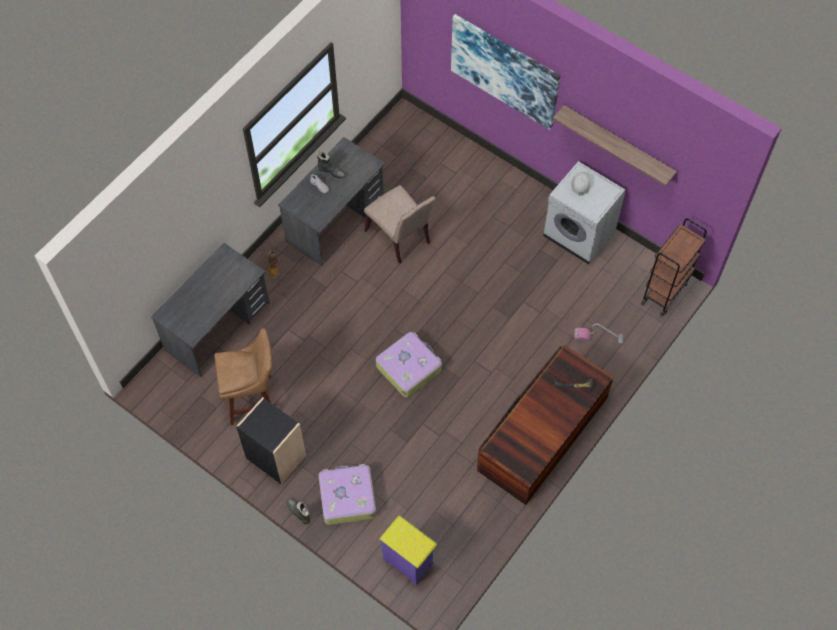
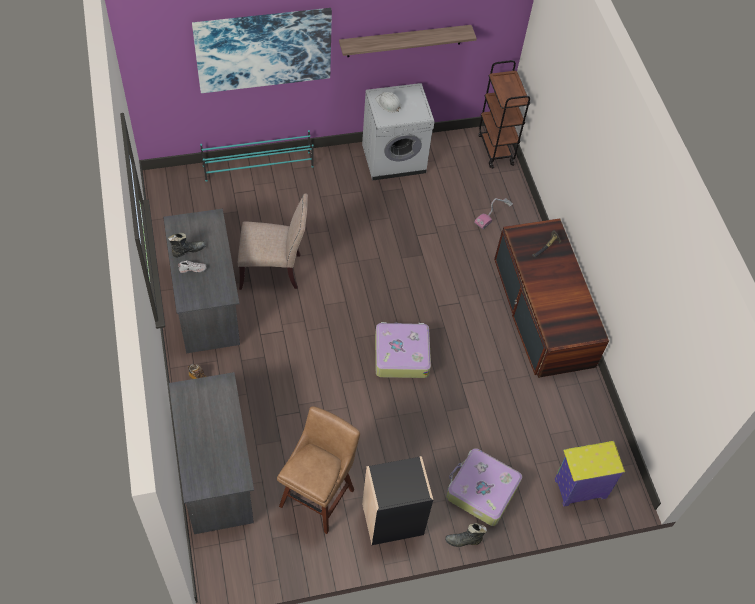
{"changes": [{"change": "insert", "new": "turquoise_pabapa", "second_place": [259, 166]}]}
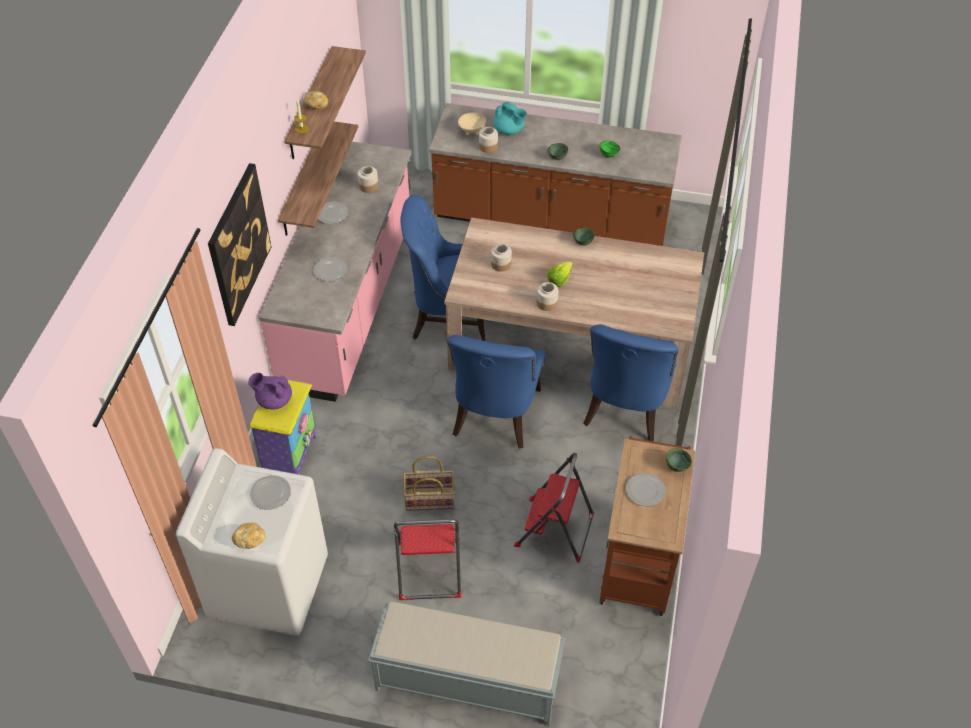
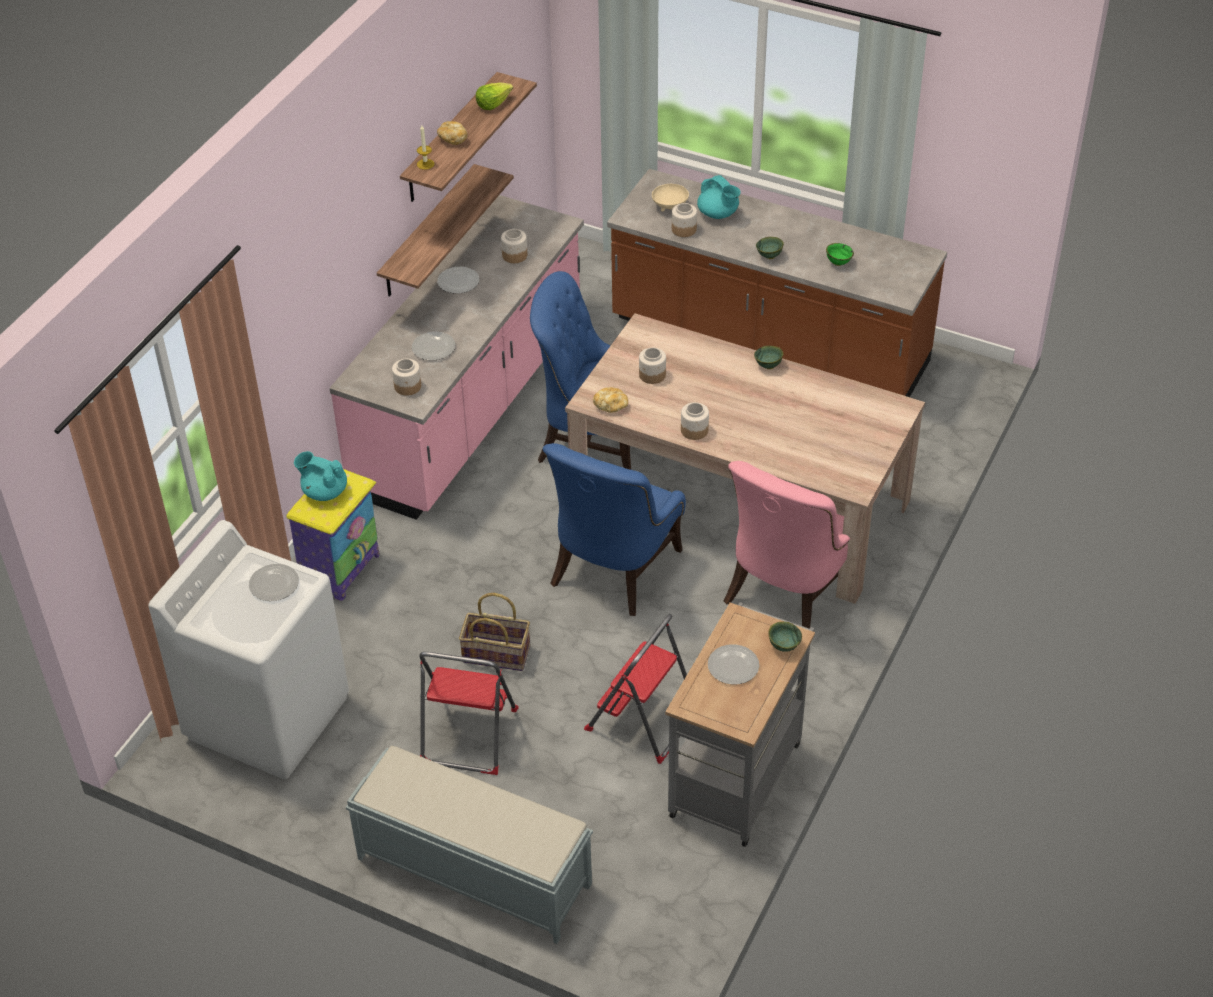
{"changes": [{"change": "delete", "old": "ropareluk", "first_place": [238, 244]}, {"change": "move", "old": "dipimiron", "first_place": [559, 279], "second_place": [493, 103]}, {"change": "recolor", "old": "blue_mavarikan", "new": "pink_mavarikan", "first_place": [626, 406], "second_place": [788, 589]}, {"change": "recolor", "old": "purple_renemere", "new": "turquoise_renemere", "first_place": [274, 400], "second_place": [324, 491]}, {"change": "recolor", "old": "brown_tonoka", "new": "grey_tonoka", "first_place": [638, 561], "second_place": [738, 777]}, {"change": "move", "old": "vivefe", "first_place": [250, 539], "second_place": [611, 406]}, {"change": "insert", "new": "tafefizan", "second_place": [408, 386]}]}
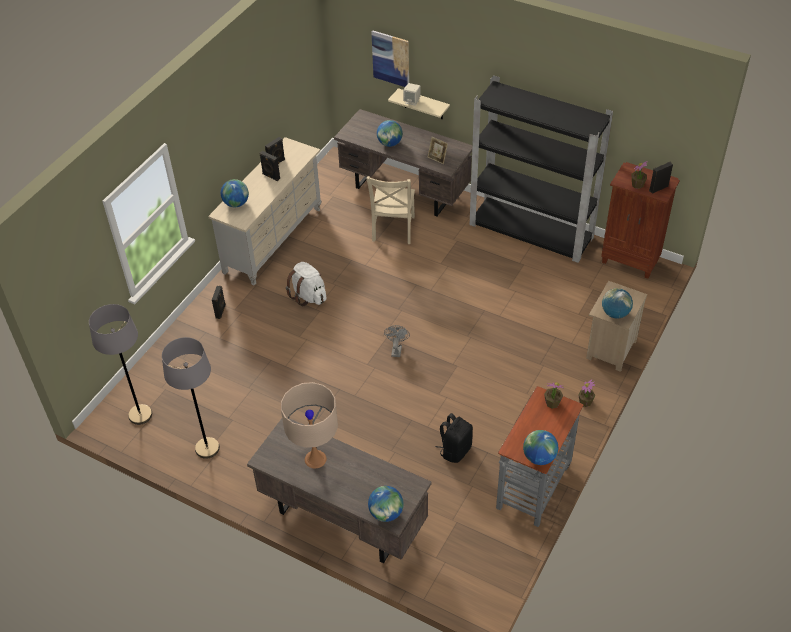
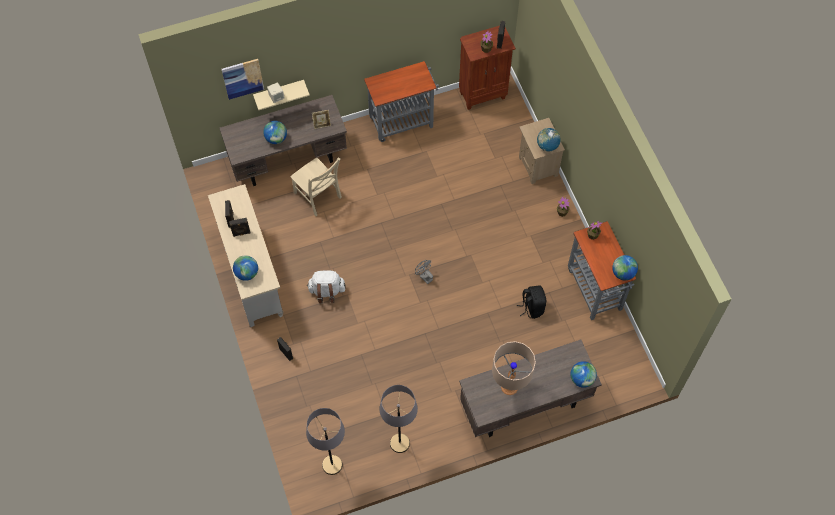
{"changes": [{"change": "replace", "old": "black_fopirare", "new": "grey_tonoka", "first_place": [531, 231], "second_place": [402, 122]}]}
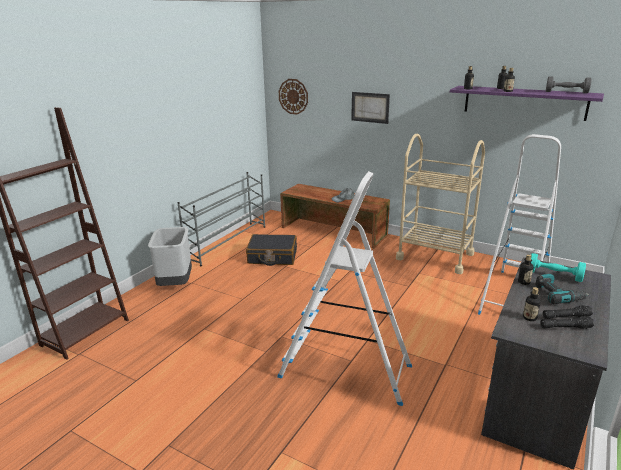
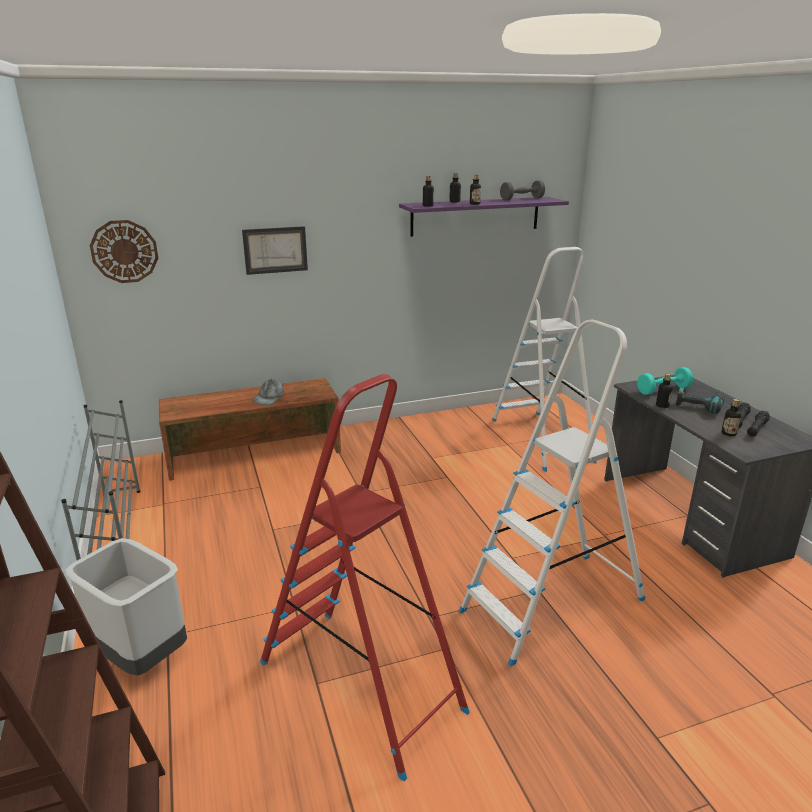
{"changes": [{"change": "delete", "old": "beige_tonoka", "first_place": [435, 256]}, {"change": "delete", "old": "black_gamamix", "first_place": [272, 257]}, {"change": "insert", "new": "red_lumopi", "second_place": [358, 685]}]}
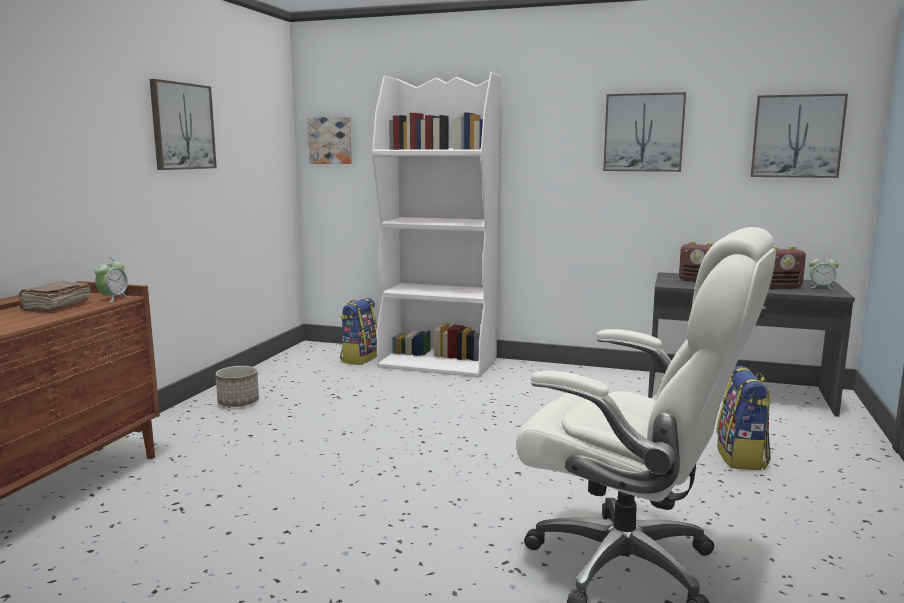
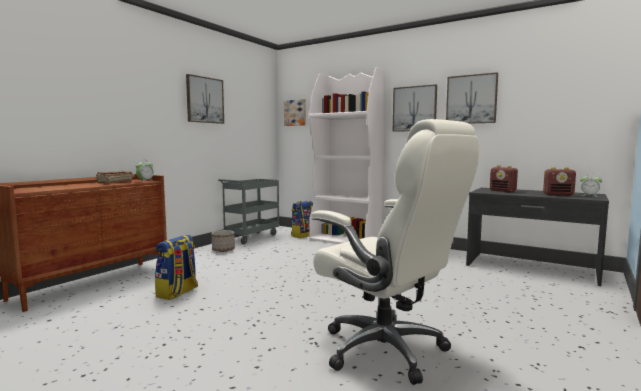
{"changes": [{"change": "move", "old": "ropareluk", "first_place": [797, 136], "second_place": [414, 109]}, {"change": "move", "old": "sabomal", "first_place": [742, 457], "second_place": [178, 293]}, {"change": "insert", "new": "grey_tonoka", "second_place": [251, 238]}]}
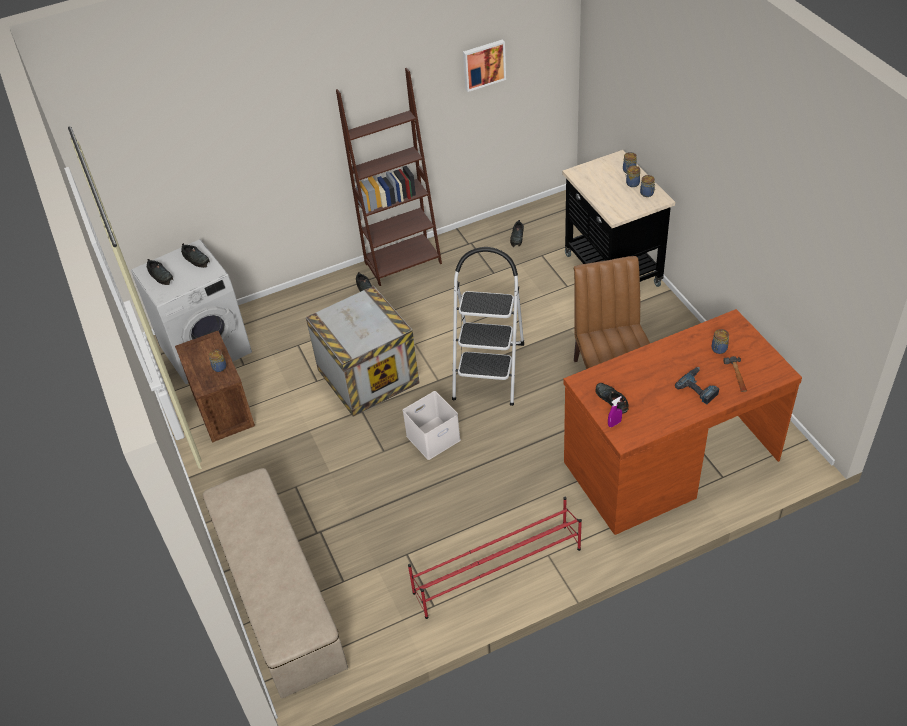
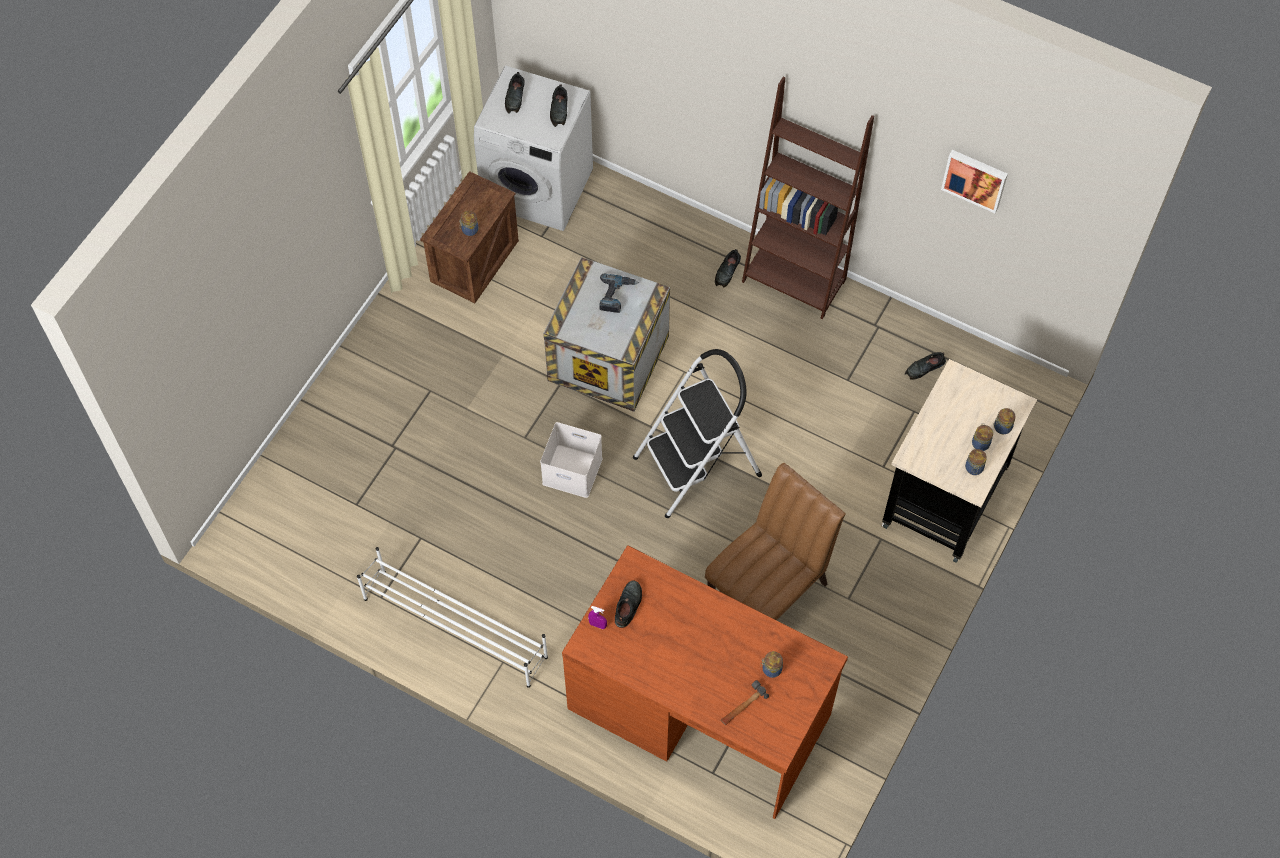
{"changes": [{"change": "move", "old": "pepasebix", "first_place": [699, 388], "second_place": [616, 295]}, {"change": "delete", "old": "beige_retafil", "first_place": [277, 593]}, {"change": "recolor", "old": "red_pabapa", "new": "white_pabapa", "first_place": [496, 570], "second_place": [454, 627]}]}
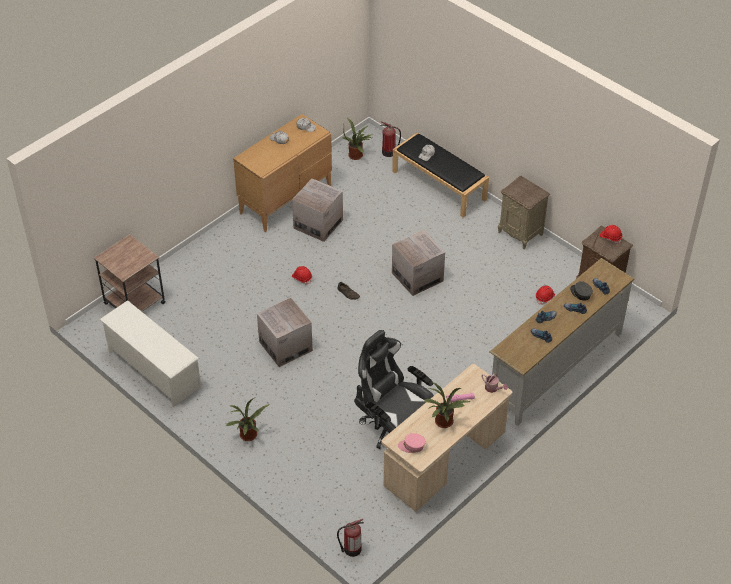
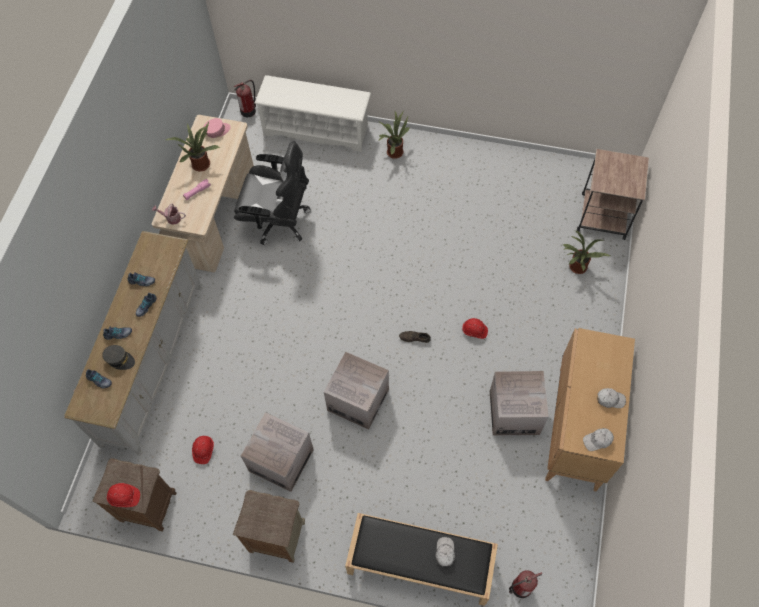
{"changes": [{"change": "move", "old": "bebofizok", "first_place": [357, 155], "second_place": [577, 268]}, {"change": "move", "old": "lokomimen", "first_place": [285, 346], "second_place": [281, 460]}, {"change": "move", "old": "white_pabapa", "first_place": [153, 369], "second_place": [316, 130]}]}
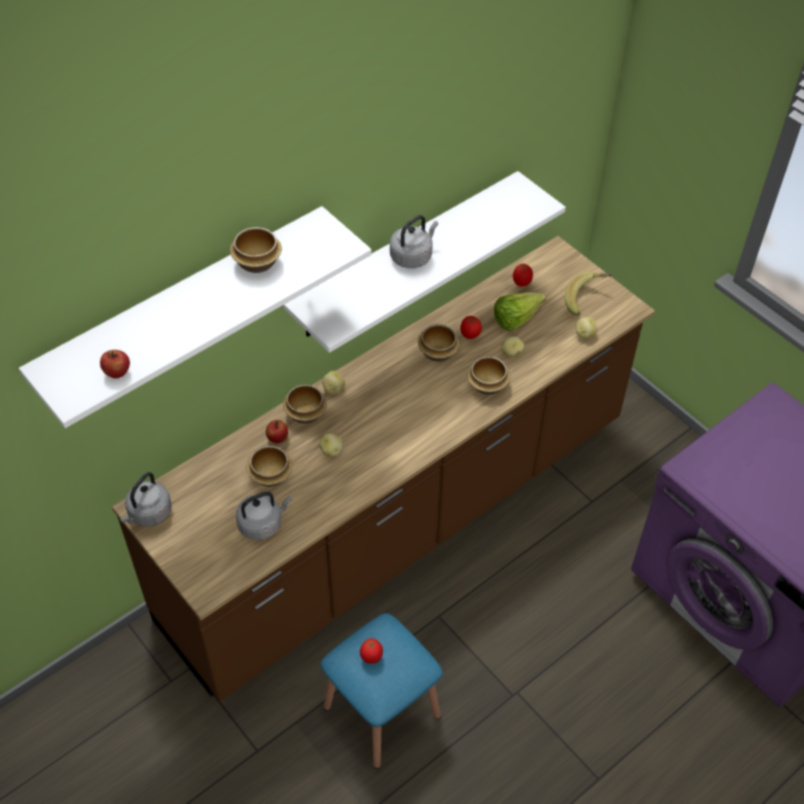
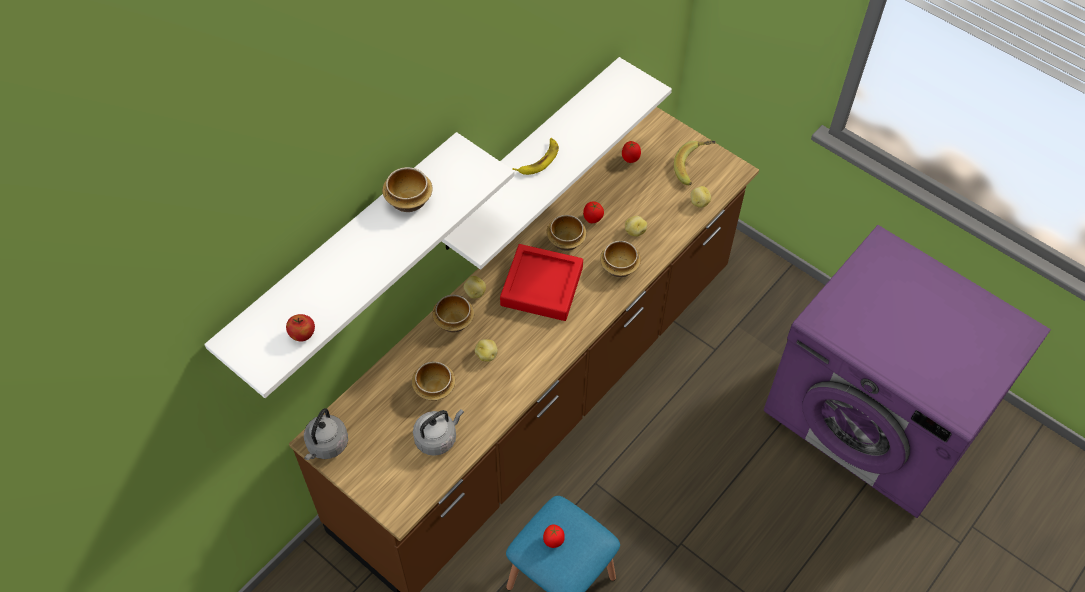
{"changes": [{"change": "replace", "old": "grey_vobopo", "new": "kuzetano", "first_place": [412, 256], "second_place": [539, 160]}, {"change": "delete", "old": "dipimiron", "first_place": [520, 318]}, {"change": "delete", "old": "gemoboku", "first_place": [277, 438]}, {"change": "insert", "new": "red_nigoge", "second_place": [542, 286]}]}
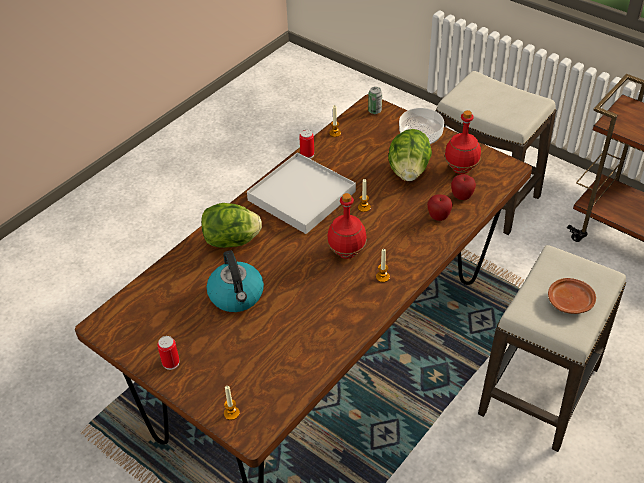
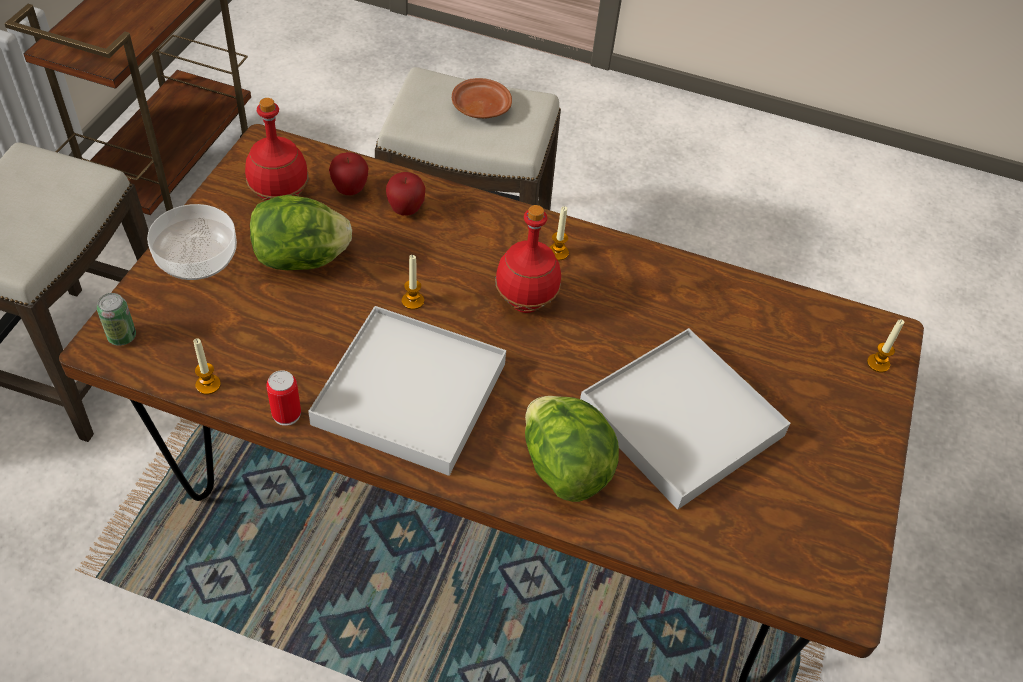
{"changes": [{"change": "replace", "old": "vobopo", "new": "white_nigoge", "first_place": [237, 296], "second_place": [680, 420]}, {"change": "delete", "old": "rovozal", "first_place": [171, 363]}]}
